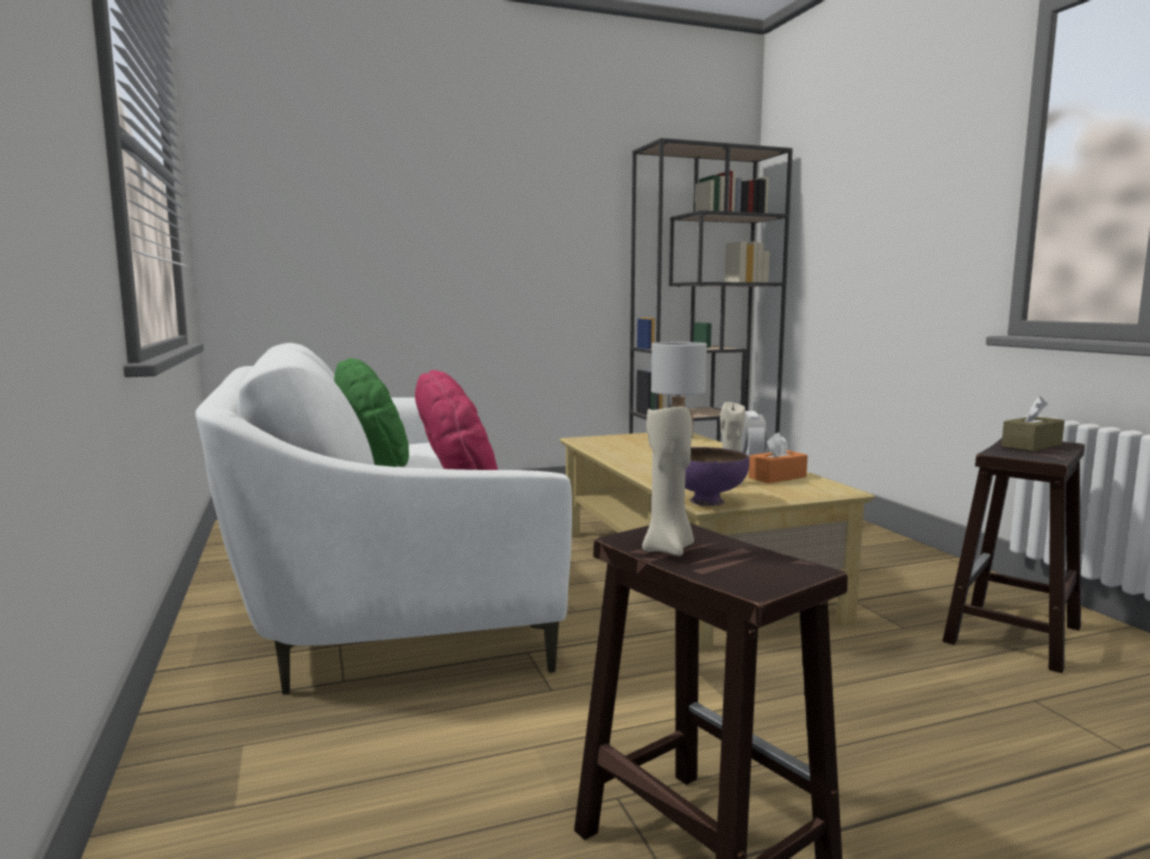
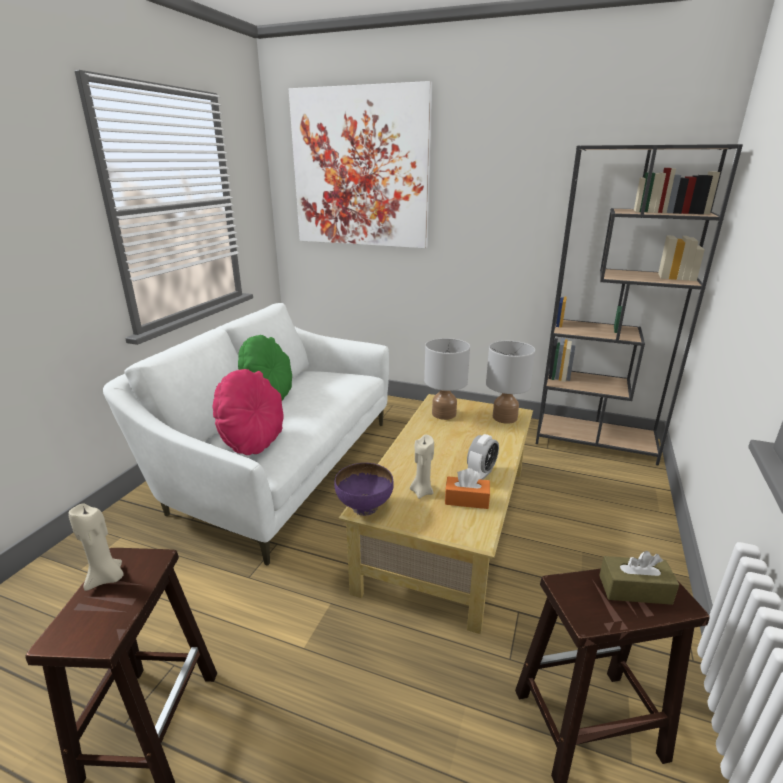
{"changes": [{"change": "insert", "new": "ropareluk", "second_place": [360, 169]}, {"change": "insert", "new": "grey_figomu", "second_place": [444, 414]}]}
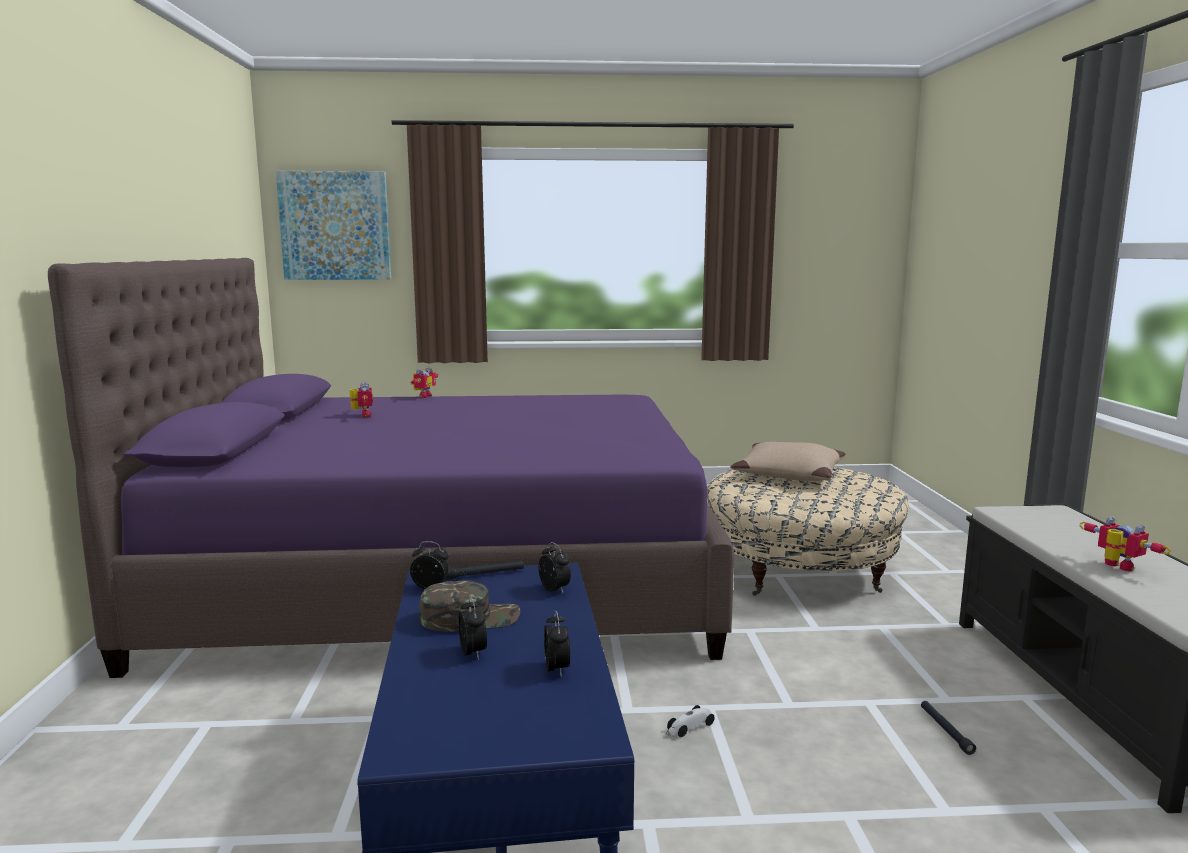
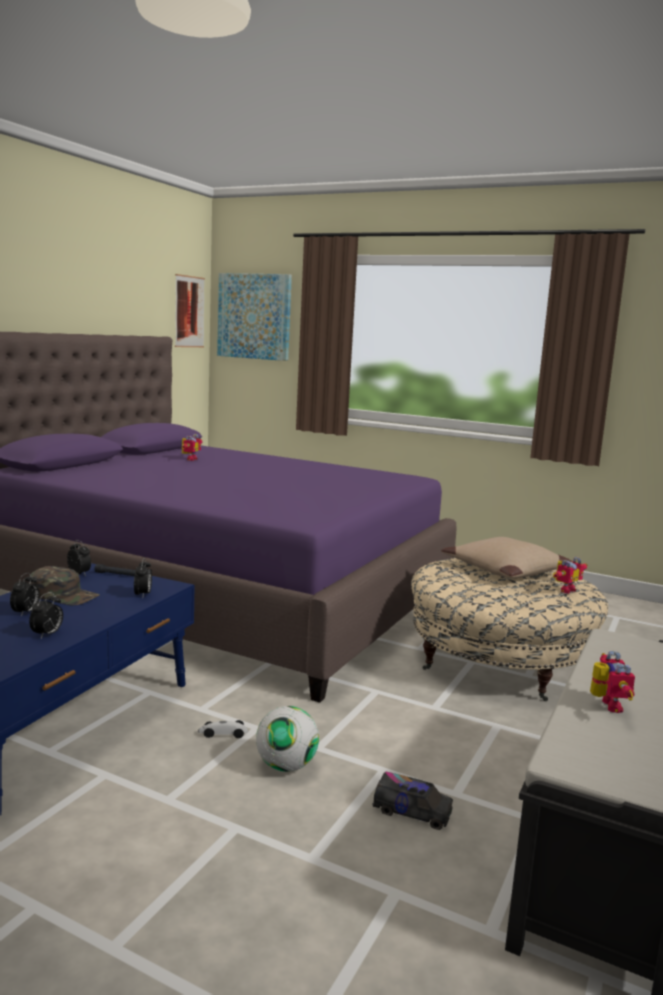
{"changes": [{"change": "move", "old": "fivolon", "first_place": [422, 396], "second_place": [564, 589]}, {"change": "replace", "old": "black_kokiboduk", "new": "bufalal", "first_place": [945, 731], "second_place": [412, 812]}, {"change": "insert", "new": "ropareluk", "second_place": [189, 312]}, {"change": "insert", "new": "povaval", "second_place": [286, 766]}]}
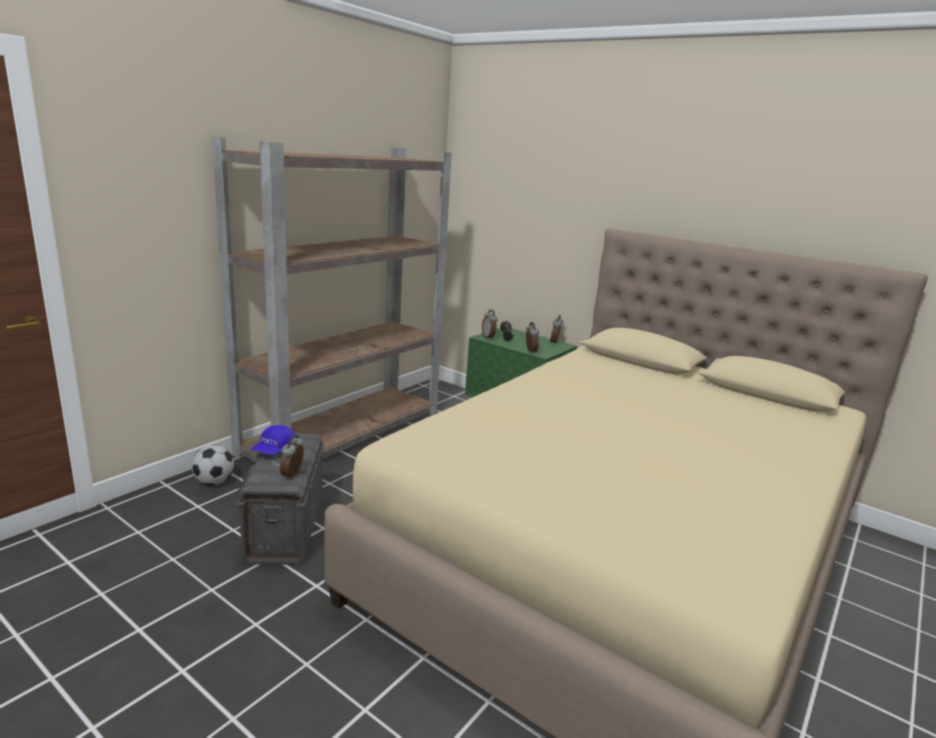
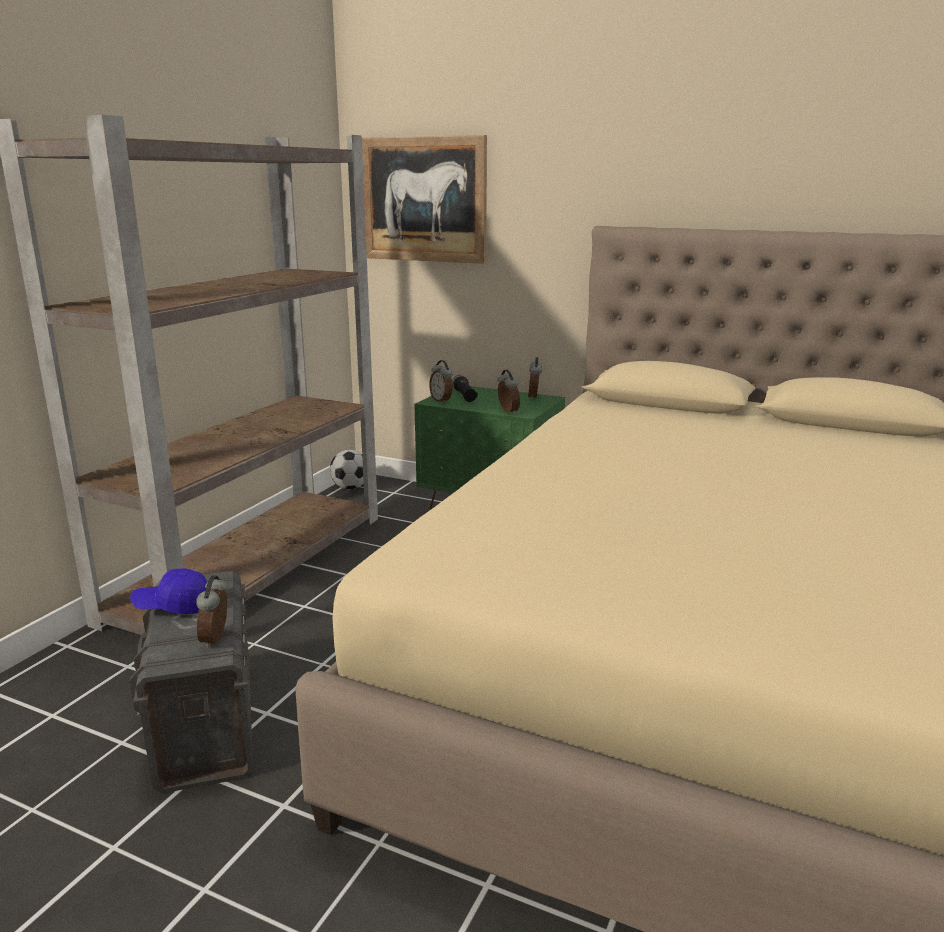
{"changes": [{"change": "rotate", "old": "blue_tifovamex", "first_place": [274, 450], "second_place": [173, 606], "degrees": 75}, {"change": "move", "old": "povaval", "first_place": [214, 482], "second_place": [350, 487]}, {"change": "insert", "new": "ropareluk", "second_place": [423, 200]}]}
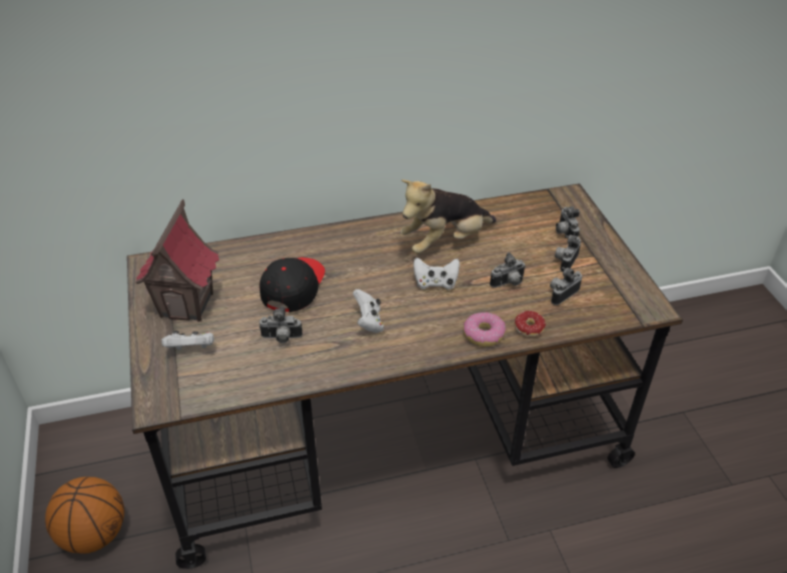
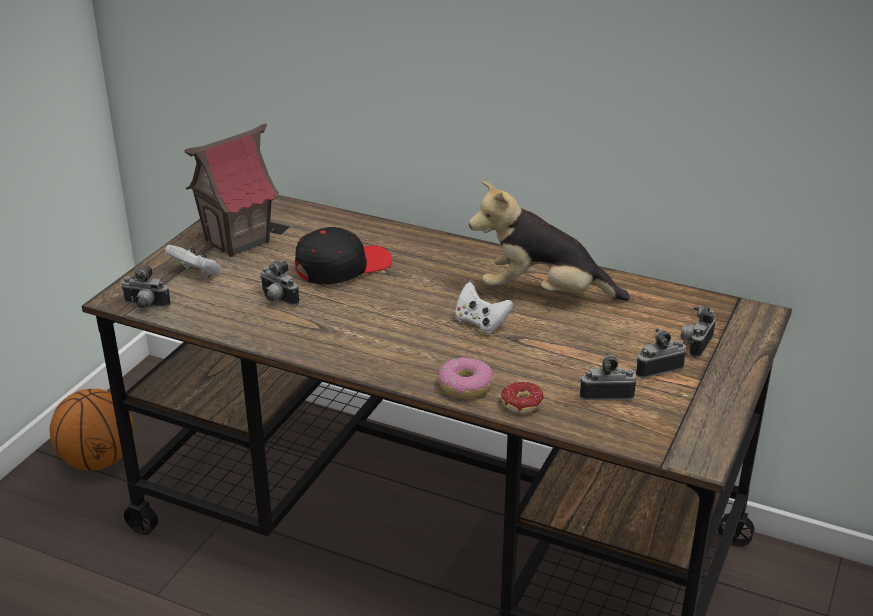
{"changes": [{"change": "move", "old": "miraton", "first_place": [508, 283], "second_place": [145, 306]}, {"change": "delete", "old": "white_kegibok", "first_place": [369, 322]}]}
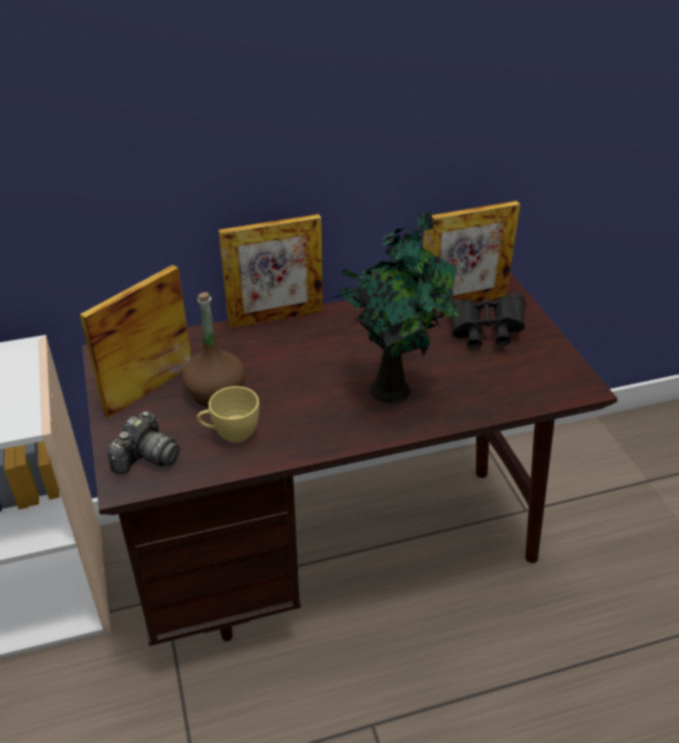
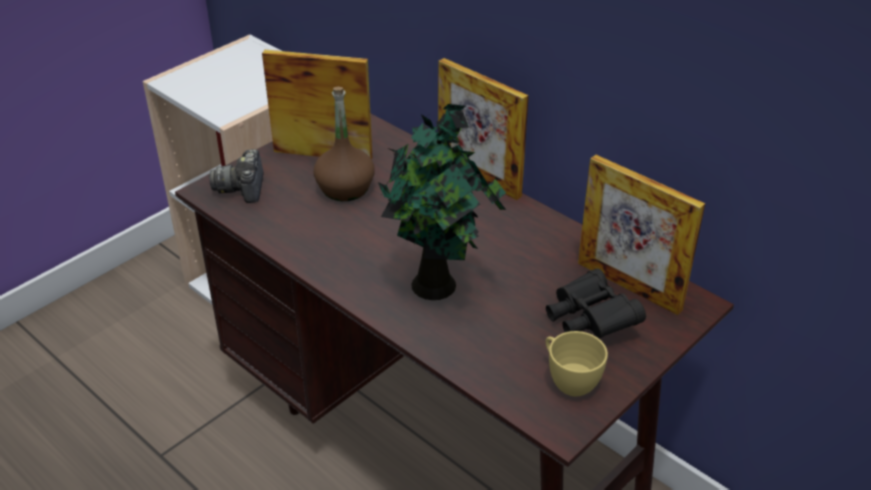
{"changes": [{"change": "move", "old": "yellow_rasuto", "first_place": [230, 434], "second_place": [568, 380]}, {"change": "rotate", "old": "miraton", "first_place": [146, 457], "second_place": [242, 188], "degrees": 90}]}
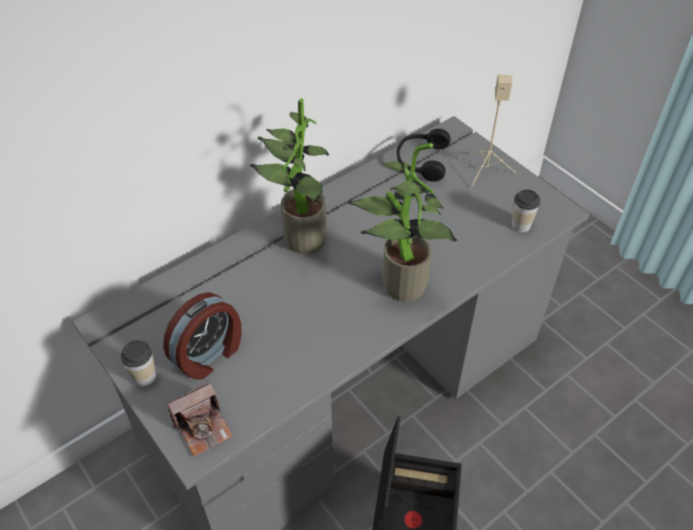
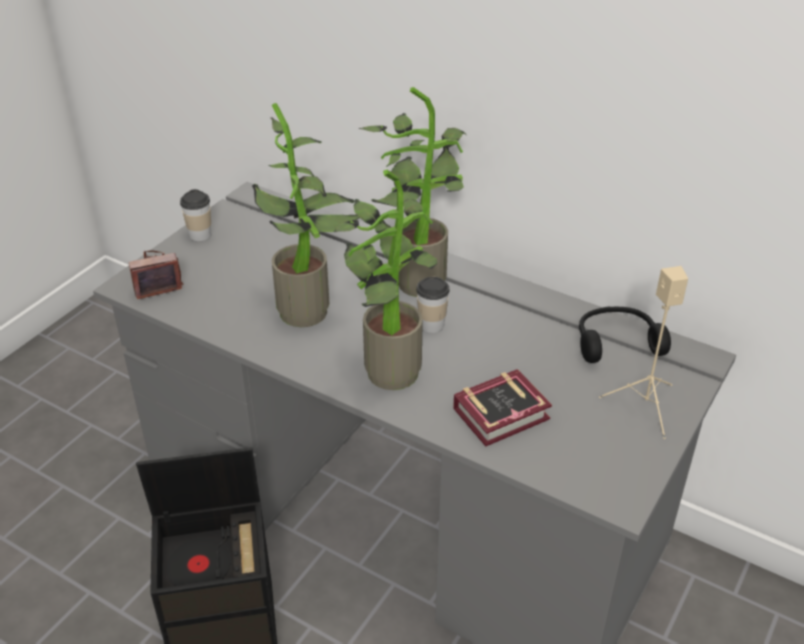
{"changes": [{"change": "move", "old": "rasuto", "first_place": [520, 225], "second_place": [432, 324]}, {"change": "delete", "old": "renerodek", "first_place": [209, 354]}, {"change": "rotate", "old": "miraton", "first_place": [203, 427], "second_place": [155, 282], "degrees": 120}, {"change": "insert", "new": "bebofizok", "second_place": [311, 310]}, {"change": "insert", "new": "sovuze", "second_place": [505, 414]}]}
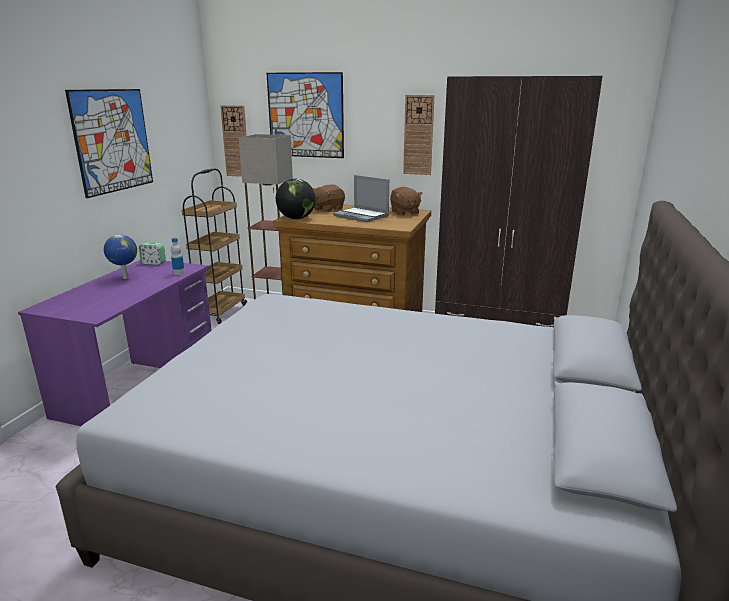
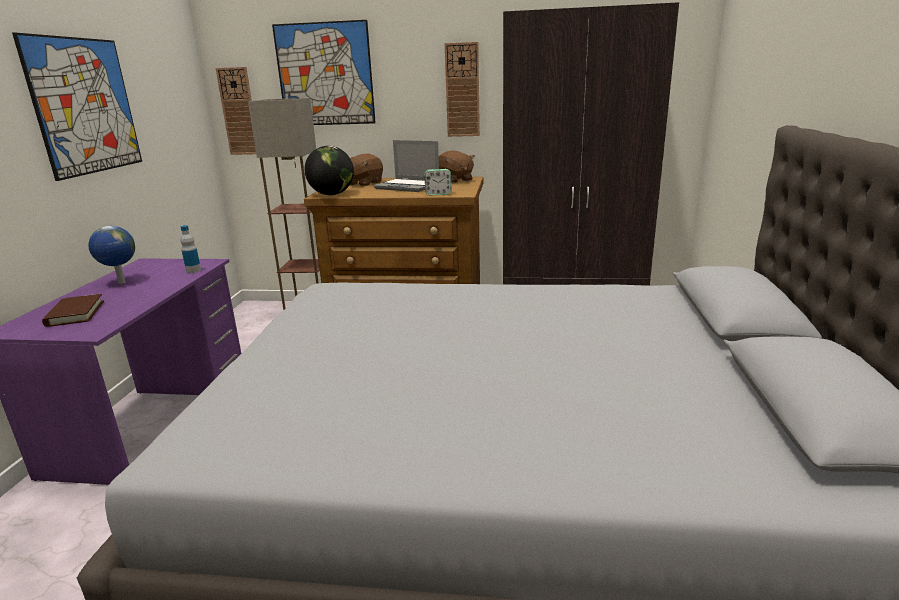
{"changes": [{"change": "delete", "old": "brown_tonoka", "first_place": [221, 313]}, {"change": "move", "old": "renerodek", "first_place": [153, 263], "second_place": [438, 194]}, {"change": "insert", "new": "brown_sovuze", "second_place": [75, 313]}]}
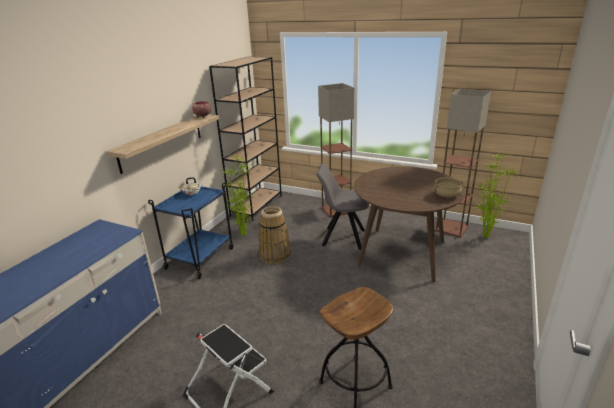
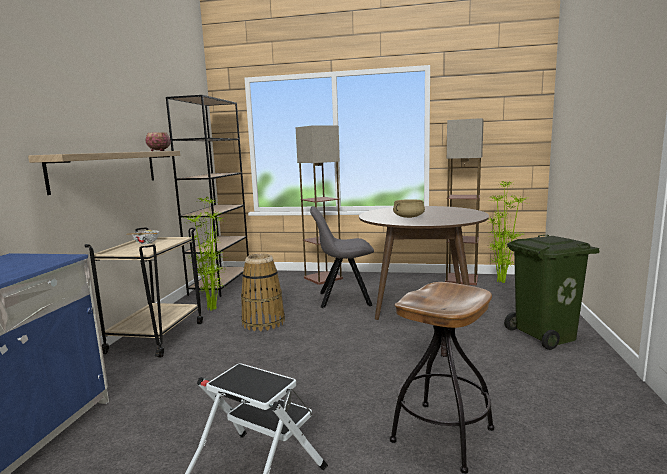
{"changes": [{"change": "recolor", "old": "blue_tonoka", "new": "beige_tonoka", "first_place": [200, 258], "second_place": [157, 336]}, {"change": "move", "old": "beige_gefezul", "first_place": [446, 195], "second_place": [409, 217]}, {"change": "insert", "new": "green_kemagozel", "second_place": [546, 335]}]}
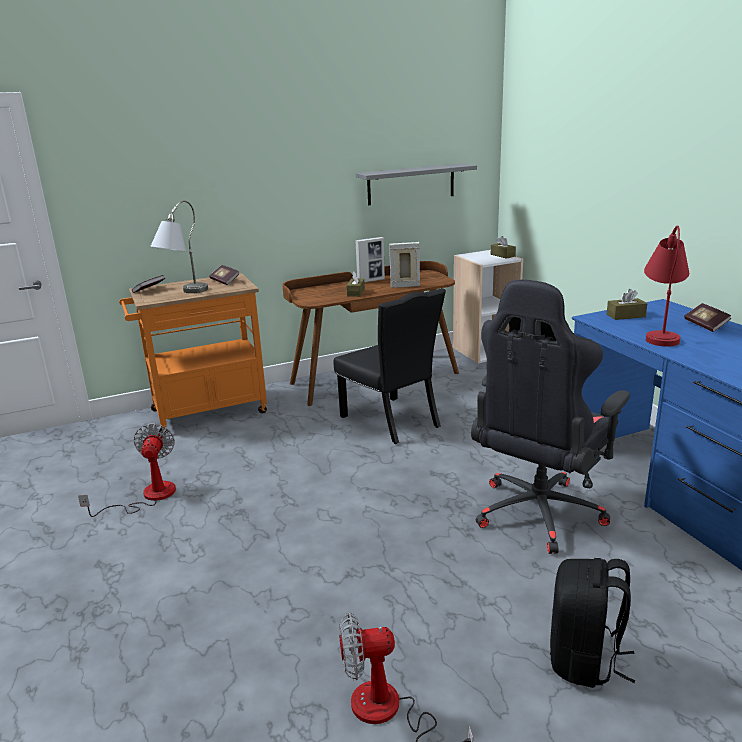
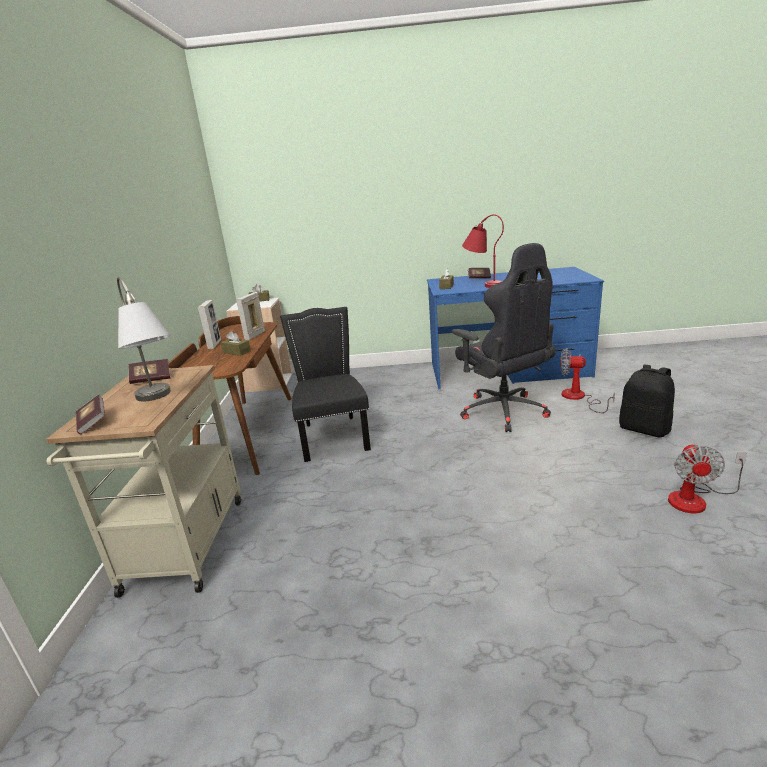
{"changes": [{"change": "delete", "old": "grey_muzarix", "first_place": [411, 184]}, {"change": "recolor", "old": "orange_tonoka", "new": "beige_tonoka", "first_place": [205, 412], "second_place": [185, 547]}, {"change": "rotate", "old": "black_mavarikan", "first_place": [390, 420], "second_place": [333, 438], "degrees": -90}, {"change": "move", "old": "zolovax", "first_place": [148, 496], "second_place": [578, 398]}]}
